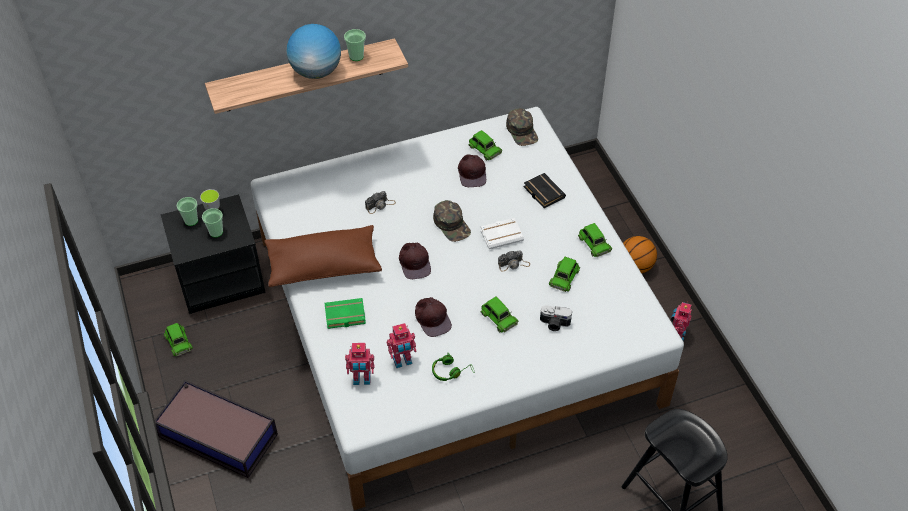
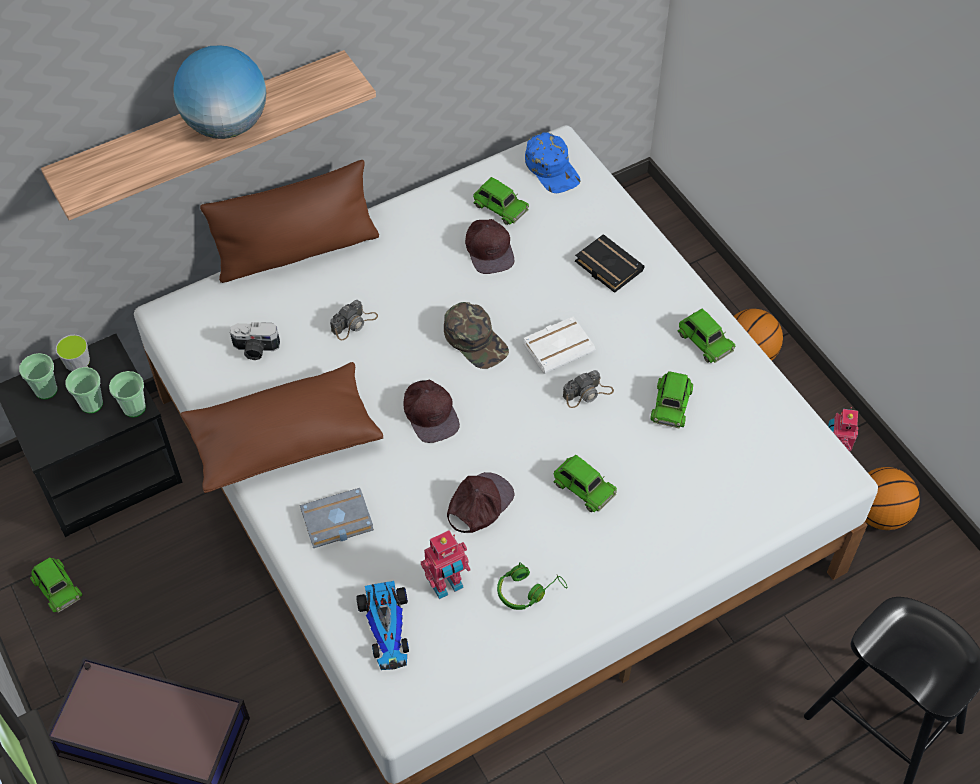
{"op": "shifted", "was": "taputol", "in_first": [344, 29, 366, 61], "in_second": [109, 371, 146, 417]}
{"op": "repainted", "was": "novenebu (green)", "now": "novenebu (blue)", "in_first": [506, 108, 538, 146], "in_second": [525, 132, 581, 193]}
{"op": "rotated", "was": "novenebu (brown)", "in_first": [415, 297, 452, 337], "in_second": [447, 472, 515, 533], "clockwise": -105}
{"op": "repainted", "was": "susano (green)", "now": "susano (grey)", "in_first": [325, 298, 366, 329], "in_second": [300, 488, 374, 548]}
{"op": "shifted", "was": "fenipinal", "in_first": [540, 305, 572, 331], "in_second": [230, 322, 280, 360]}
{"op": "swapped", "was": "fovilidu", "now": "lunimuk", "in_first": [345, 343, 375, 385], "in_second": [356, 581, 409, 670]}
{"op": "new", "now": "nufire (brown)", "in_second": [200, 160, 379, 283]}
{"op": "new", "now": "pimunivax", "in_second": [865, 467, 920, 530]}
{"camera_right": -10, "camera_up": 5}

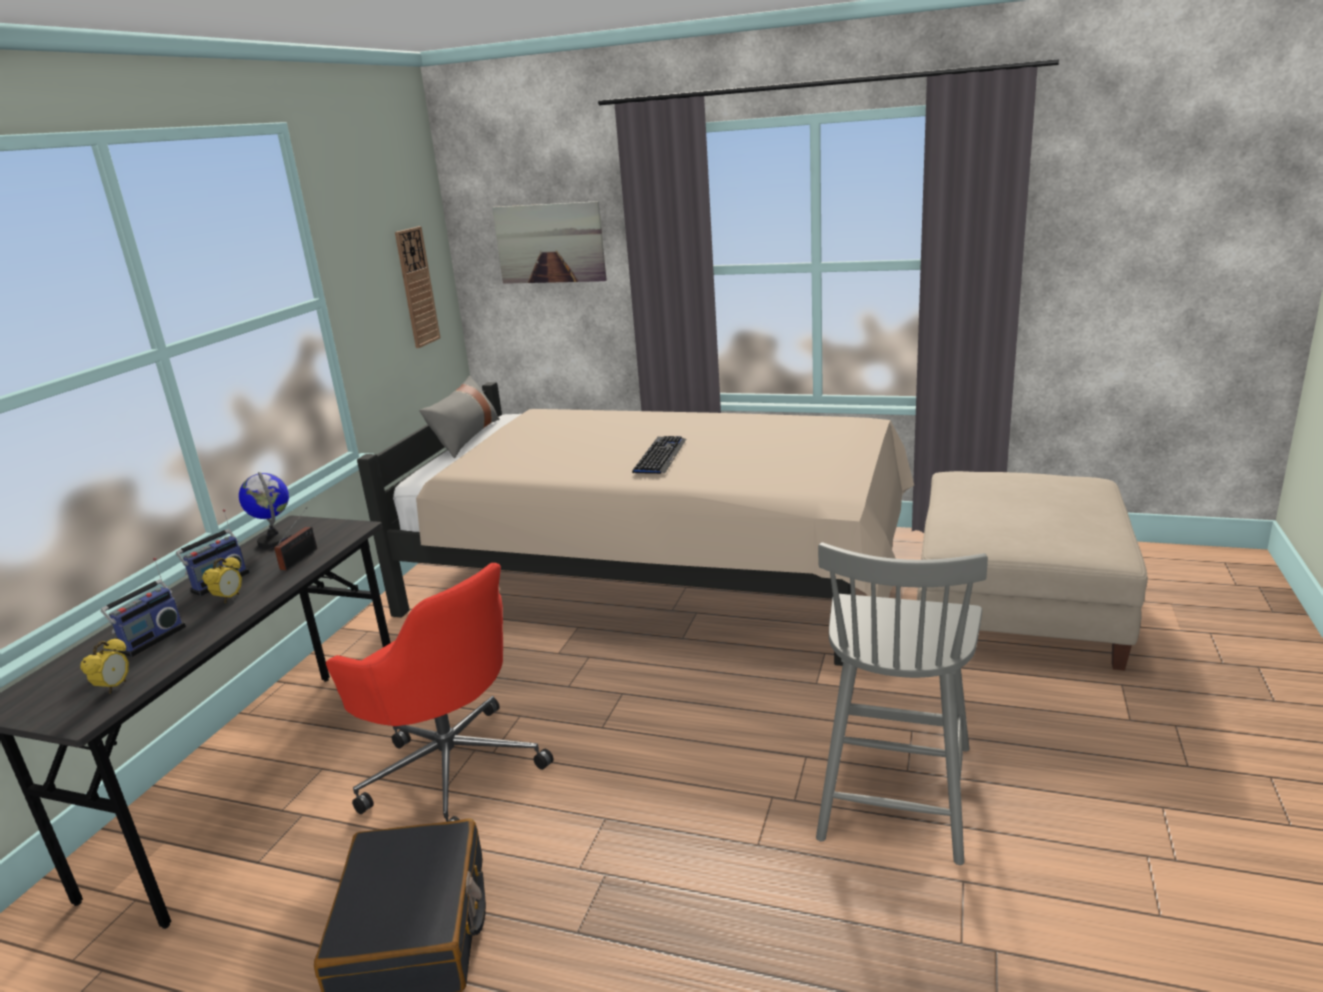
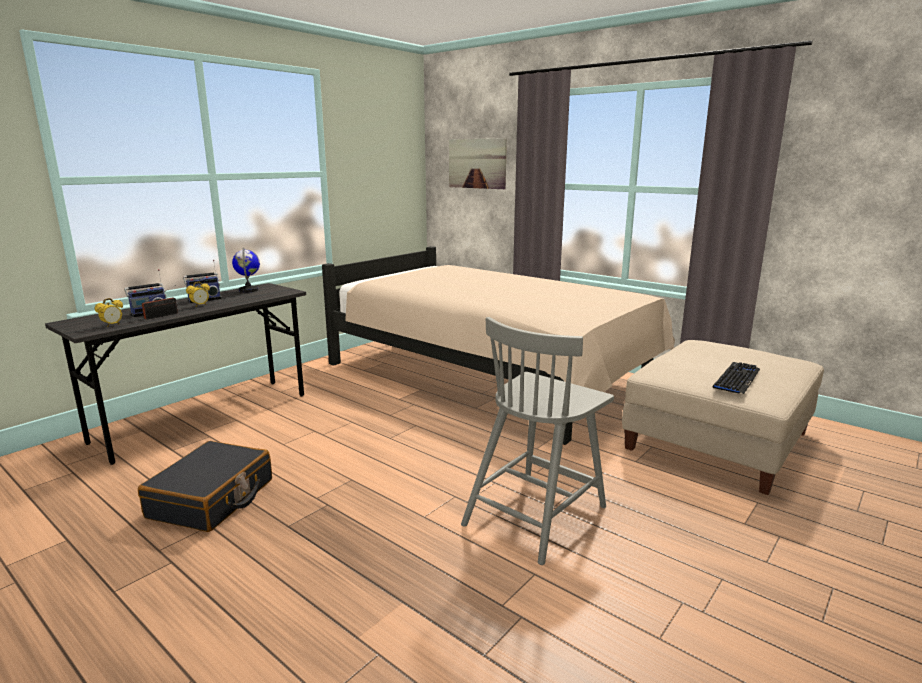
{"op": "gone", "was": "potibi", "in_first": [395, 226, 440, 348]}
{"op": "gone", "was": "nufire (grey)", "in_first": [419, 375, 500, 458]}
{"op": "shifted", "was": "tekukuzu", "in_first": [632, 436, 686, 474], "in_second": [712, 362, 760, 394]}
{"op": "shifted", "was": "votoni", "in_first": [274, 507, 317, 570], "in_second": [142, 285, 178, 320]}
{"op": "gone", "was": "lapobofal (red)", "in_first": [326, 563, 553, 822]}
{"camera_right": 20, "camera_up": -5}

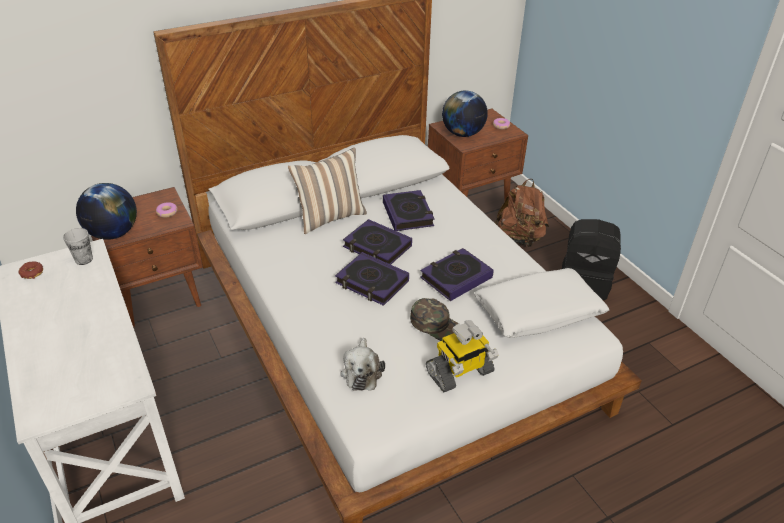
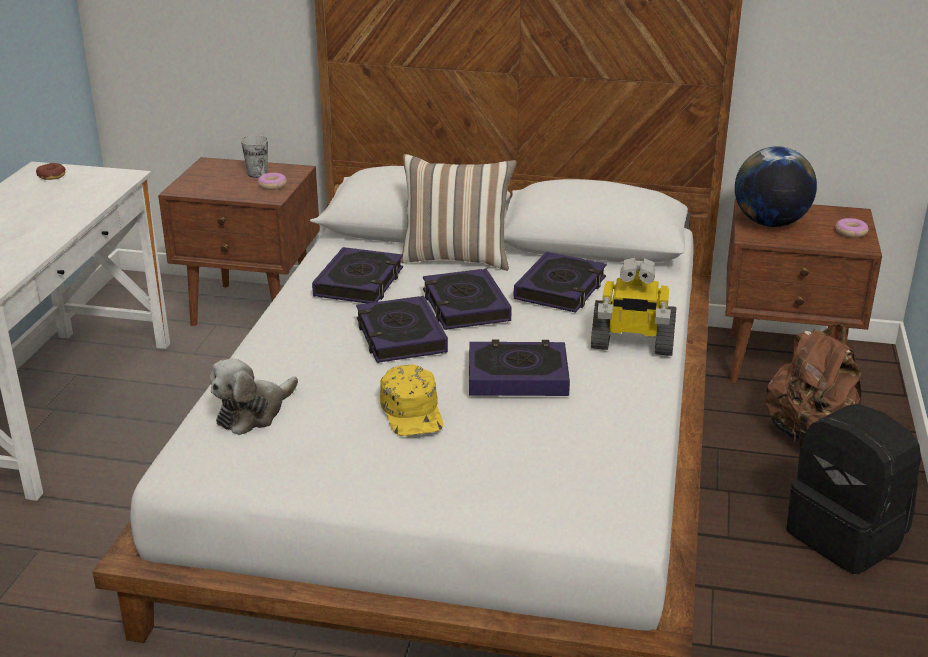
{"op": "gone", "was": "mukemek", "in_first": [76, 183, 137, 240]}
{"op": "shifted", "was": "taputol", "in_first": [63, 228, 93, 265], "in_second": [241, 135, 268, 178]}
{"op": "gone", "was": "nufire (white)", "in_first": [474, 268, 609, 338]}
{"op": "repainted", "was": "novenebu (green)", "now": "novenebu (yellow)", "in_first": [410, 298, 459, 341], "in_second": [380, 364, 444, 436]}
{"op": "shifted", "was": "fovilidu", "in_first": [426, 320, 499, 392], "in_second": [591, 258, 677, 356]}
{"op": "new", "now": "susano", "in_second": [312, 247, 403, 303]}
{"camera_right": 40, "camera_up": -10}

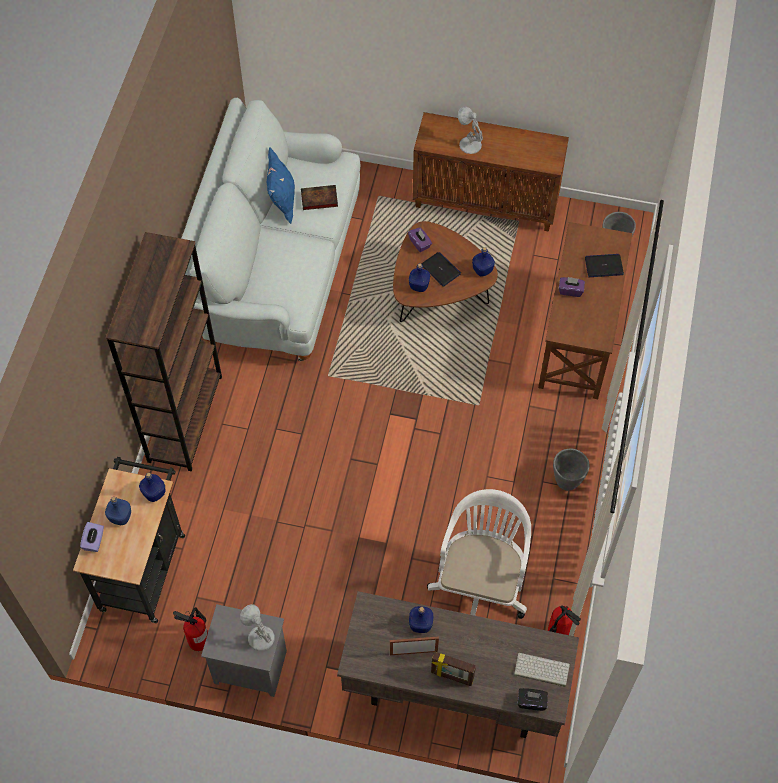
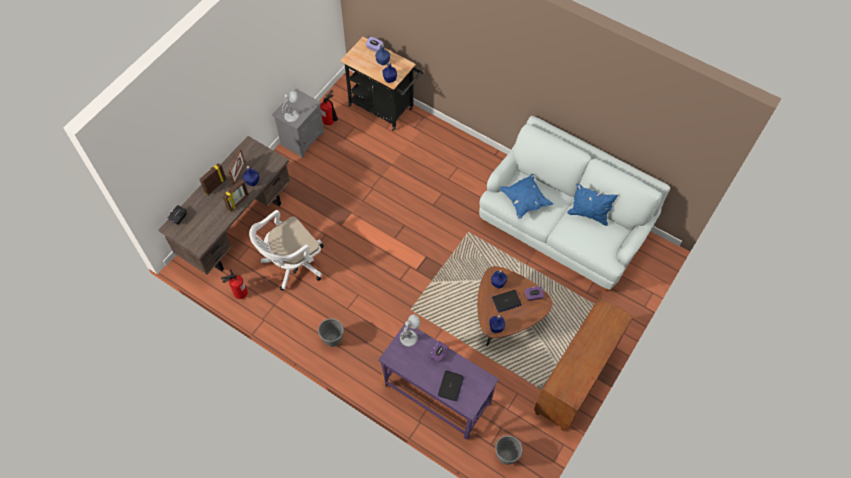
{"op": "shifted", "was": "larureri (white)", "in_first": [458, 106, 483, 154], "in_second": [400, 314, 420, 347]}
{"op": "gone", "was": "susano", "in_first": [301, 185, 338, 210]}
{"op": "repainted", "was": "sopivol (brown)", "now": "sopivol (purple)", "in_first": [538, 222, 632, 399], "in_second": [378, 324, 499, 440]}
{"op": "gone", "was": "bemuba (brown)", "in_first": [106, 232, 222, 472]}
{"op": "rotated", "was": "lapobofal (white)", "in_first": [427, 489, 531, 619], "in_second": [249, 210, 324, 290], "clockwise": 105}
{"op": "gone", "was": "tekukuzu", "in_first": [514, 653, 570, 687]}
{"op": "new", "now": "nufire (blue)", "in_second": [500, 174, 553, 219]}
{"op": "new", "now": "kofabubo", "in_second": [223, 179, 249, 212]}
{"camera_right": 110, "camera_up": 0}

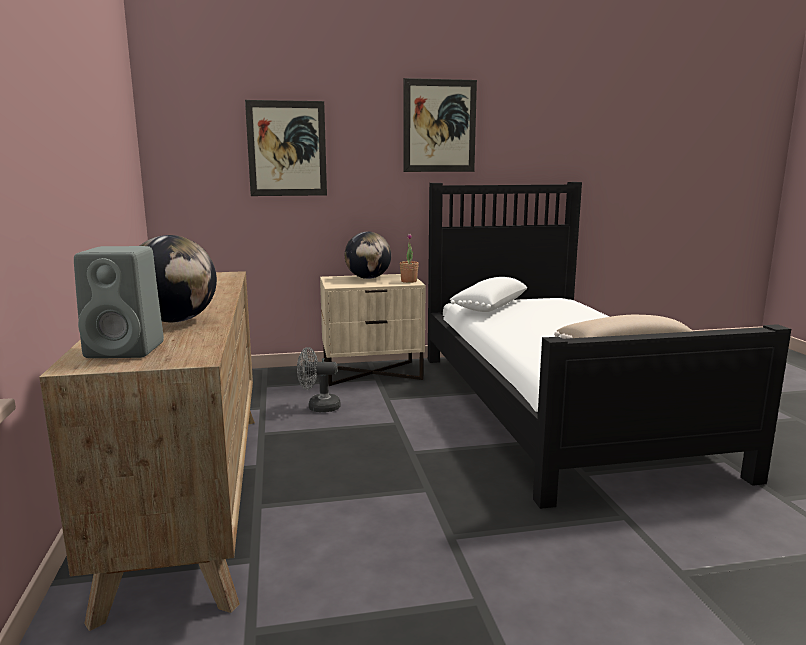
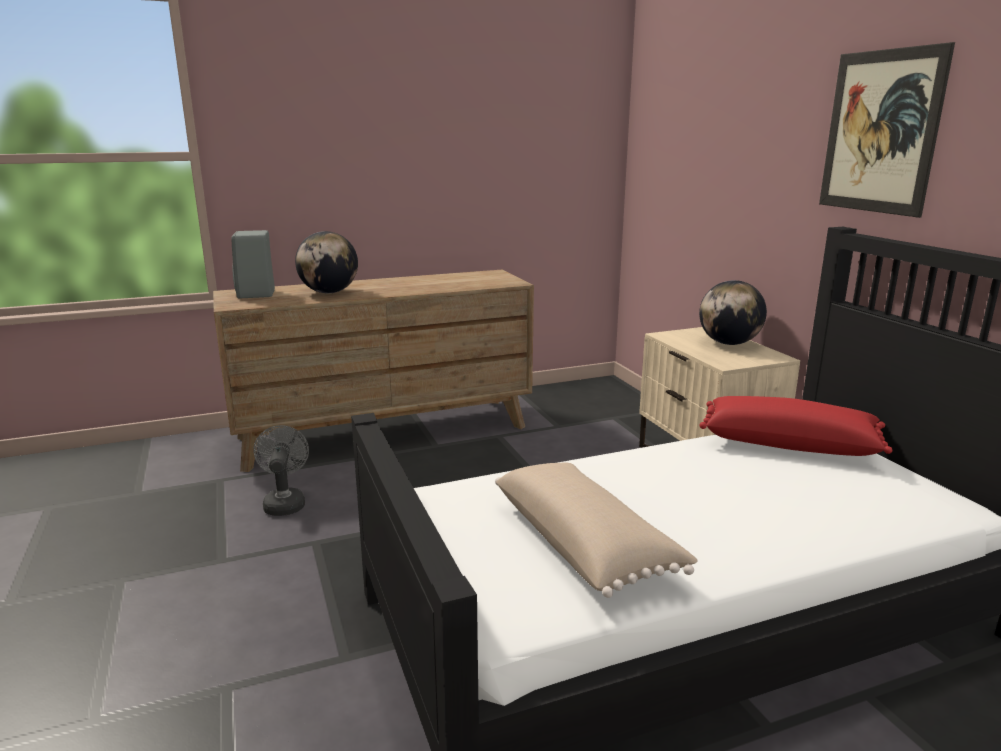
{"op": "gone", "was": "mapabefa", "in_first": [245, 100, 327, 196]}
{"op": "gone", "was": "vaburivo", "in_first": [400, 233, 419, 283]}
{"op": "repainted", "was": "nufire (white)", "now": "nufire (red)", "in_first": [449, 277, 527, 312], "in_second": [699, 396, 892, 456]}
{"op": "shifted", "was": "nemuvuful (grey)", "in_first": [297, 347, 340, 412], "in_second": [253, 425, 309, 516]}
{"camera_right": 80, "camera_up": 5}

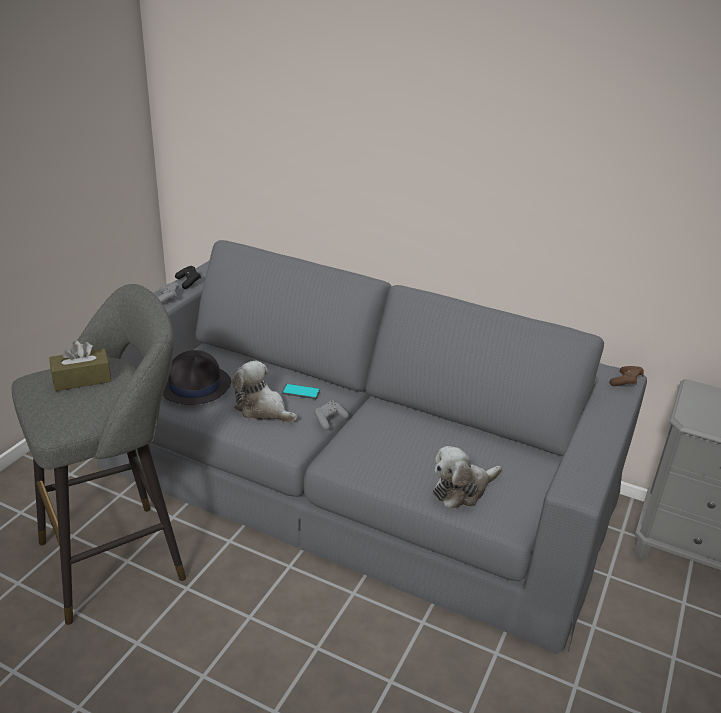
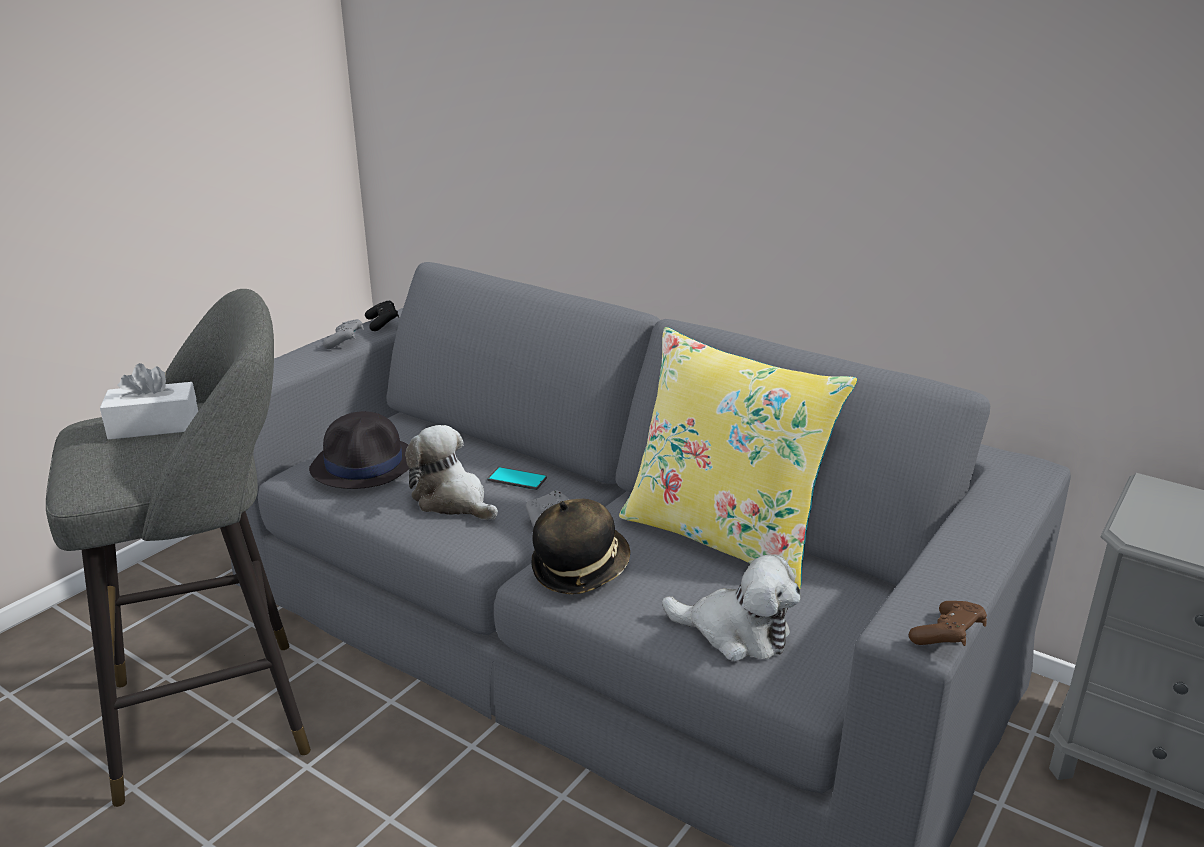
{"op": "repainted", "was": "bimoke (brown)", "now": "bimoke (white)", "in_first": [49, 341, 111, 391], "in_second": [100, 363, 198, 440]}
{"op": "shifted", "was": "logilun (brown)", "in_first": [609, 366, 644, 386], "in_second": [909, 601, 987, 646]}
{"op": "rotated", "was": "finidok", "in_first": [433, 446, 502, 509], "in_second": [662, 555, 801, 661], "clockwise": -135}
{"op": "new", "now": "nufire (yellow)", "in_second": [619, 327, 857, 589]}
{"op": "new", "now": "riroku", "in_second": [531, 499, 630, 594]}
{"camera_right": 10, "camera_up": -5}

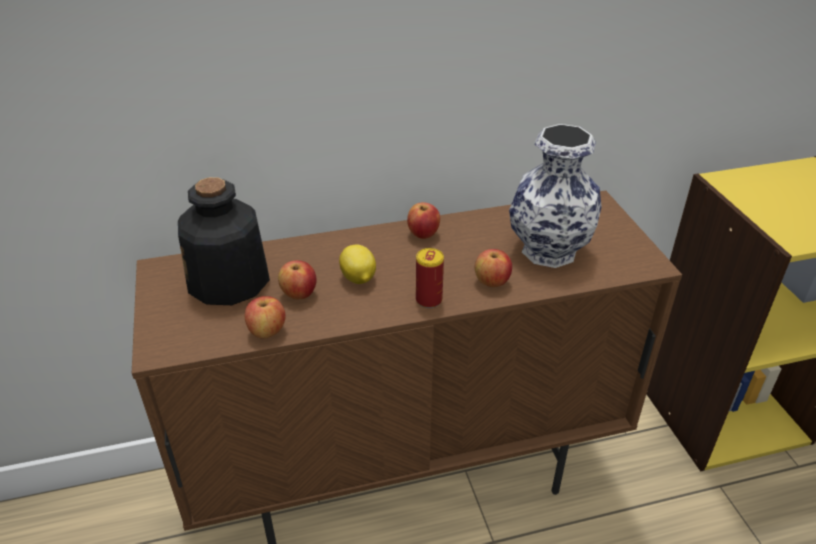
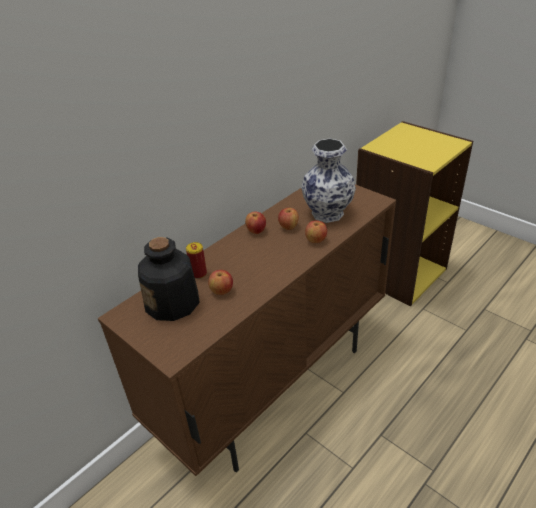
{"op": "gone", "was": "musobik", "in_first": [339, 245, 376, 284]}
{"op": "shifted", "was": "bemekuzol", "in_first": [416, 248, 444, 308], "in_second": [186, 242, 207, 279]}
{"op": "shifted", "was": "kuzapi", "in_first": [245, 296, 286, 339], "in_second": [278, 208, 299, 230]}
{"camera_right": -30, "camera_up": 0}

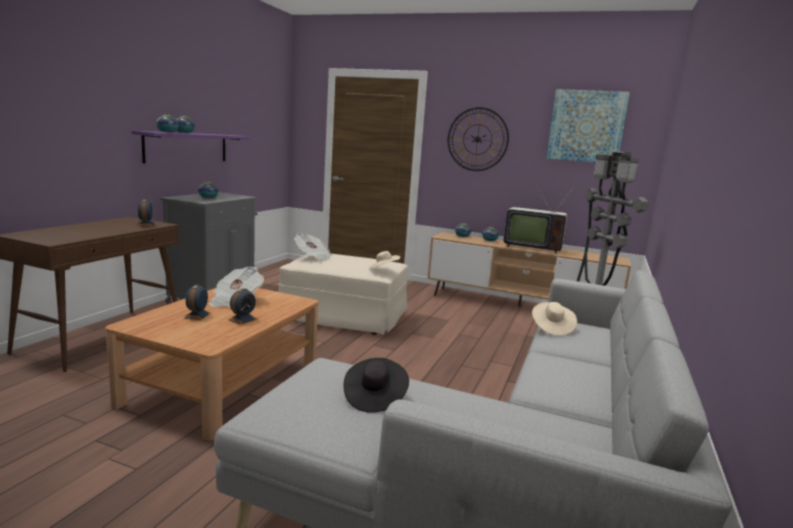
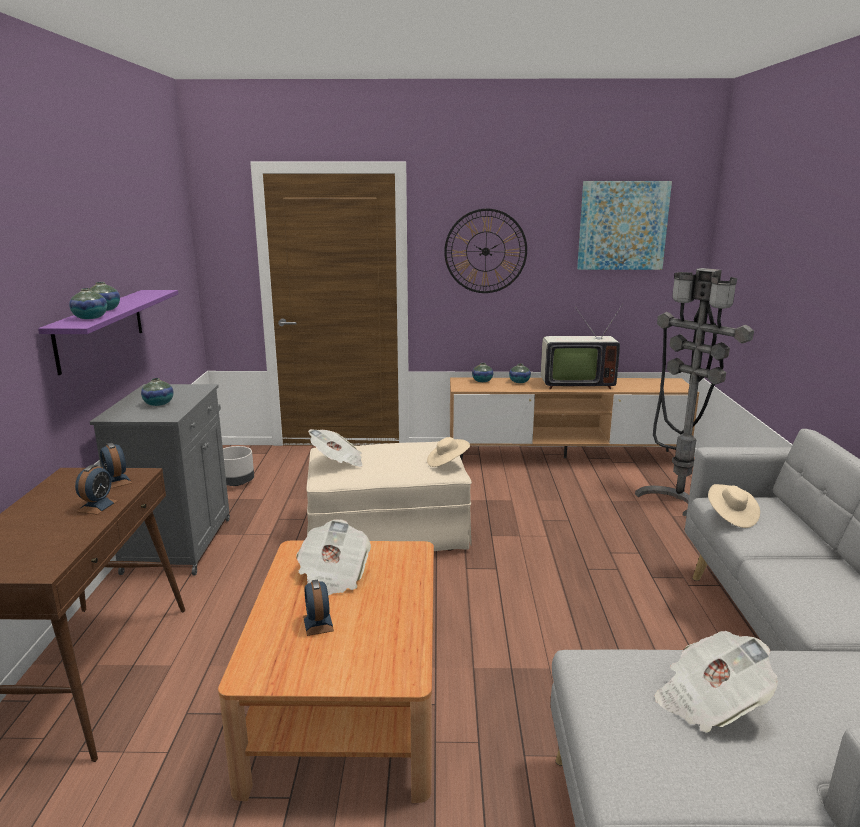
{"op": "shifted", "was": "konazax", "in_first": [228, 288, 257, 325], "in_second": [75, 465, 118, 515]}
{"op": "swapped", "was": "riroku (black)", "now": "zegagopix", "in_first": [343, 358, 409, 413], "in_second": [655, 631, 778, 733]}
{"op": "new", "now": "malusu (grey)", "in_second": [223, 446, 254, 486]}
{"camera_right": -20, "camera_up": 5}

